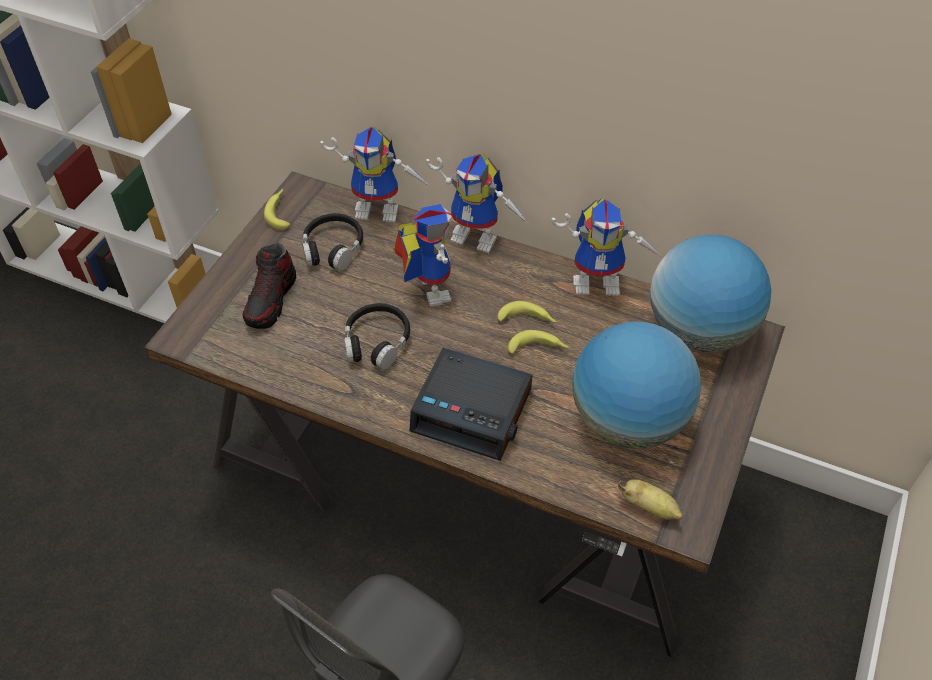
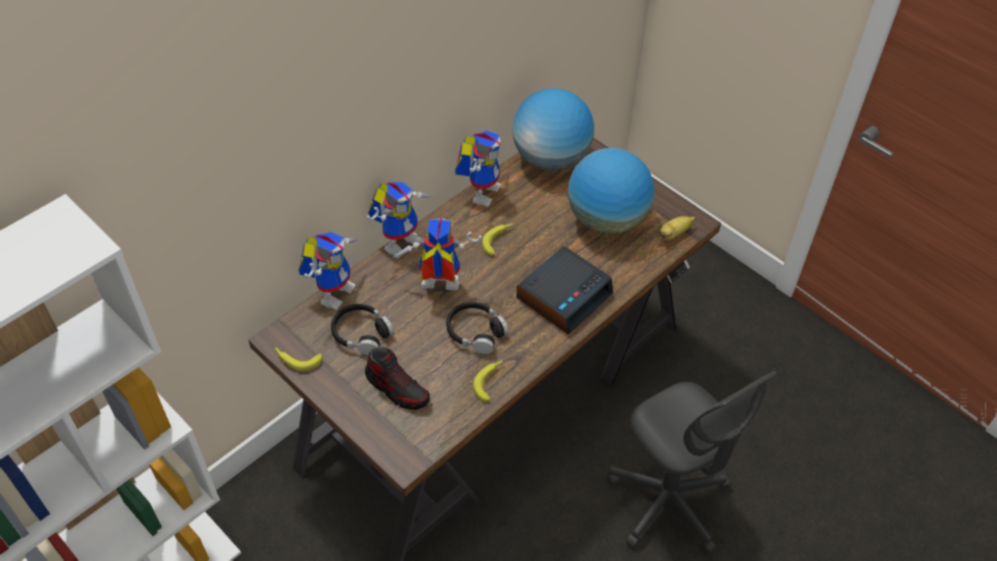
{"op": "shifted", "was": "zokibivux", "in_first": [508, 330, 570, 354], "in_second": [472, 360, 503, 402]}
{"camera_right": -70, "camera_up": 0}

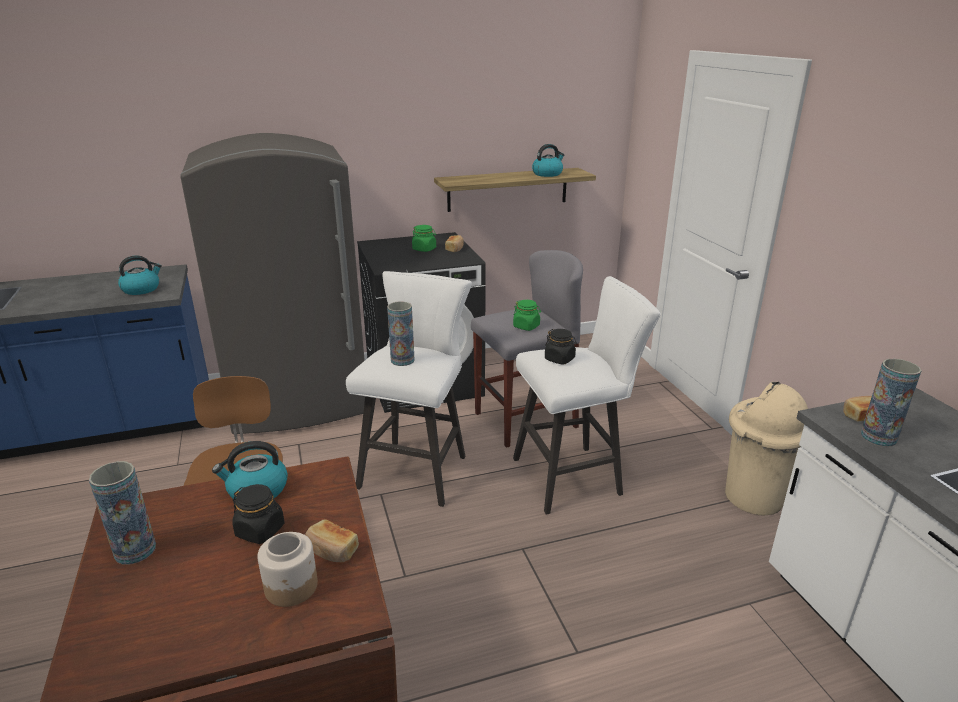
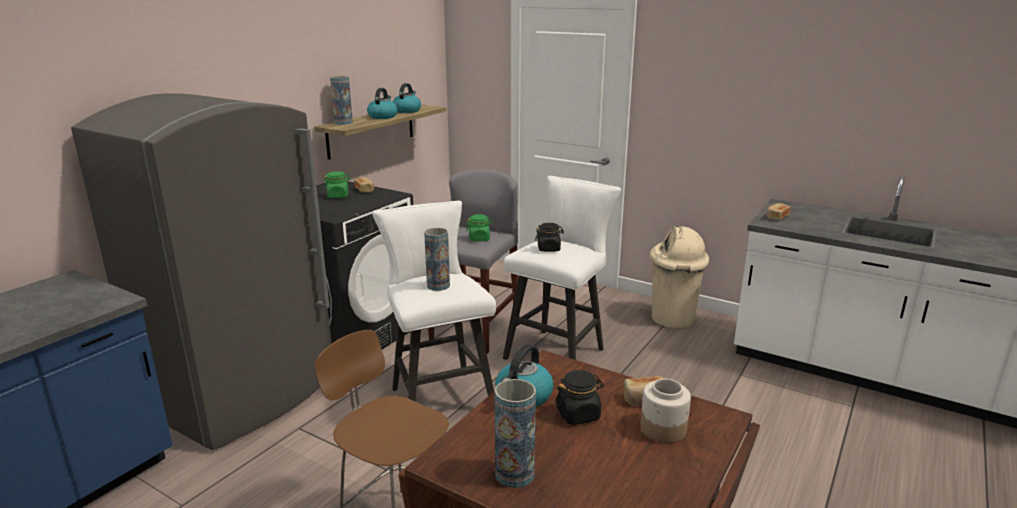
{"op": "shifted", "was": "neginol", "in_first": [118, 255, 162, 295], "in_second": [367, 88, 398, 119]}
{"op": "shifted", "was": "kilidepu", "in_first": [861, 358, 922, 447], "in_second": [330, 76, 353, 125]}
{"camera_right": -40, "camera_up": -5}

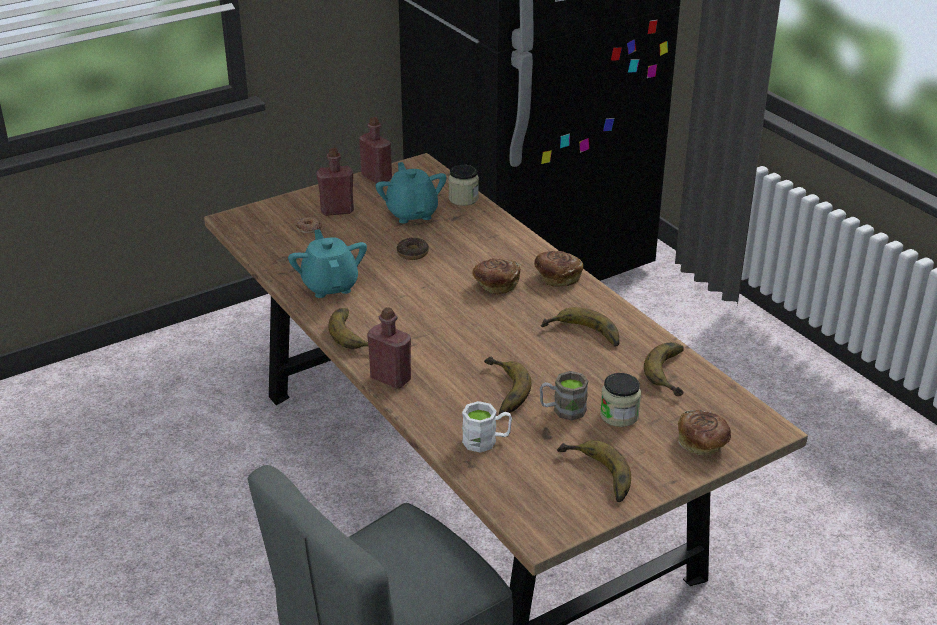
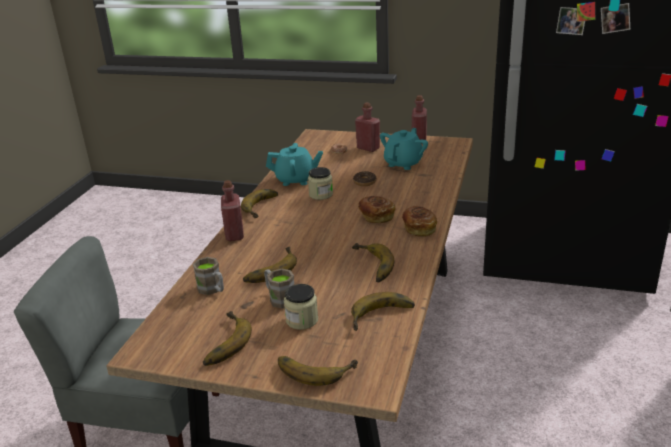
{"op": "shifted", "was": "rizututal", "in_first": [448, 165, 479, 206], "in_second": [308, 167, 333, 200]}
{"op": "rotated", "was": "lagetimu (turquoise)", "in_first": [288, 229, 367, 298], "in_second": [266, 143, 323, 186], "clockwise": 60}
{"op": "repainted", "was": "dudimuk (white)", "now": "dudimuk (brown)", "in_first": [462, 401, 512, 453], "in_second": [193, 257, 224, 295]}
{"op": "swapped", "was": "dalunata", "now": "zokibivux", "in_first": [678, 410, 731, 455], "in_second": [278, 356, 358, 386]}
{"camera_right": 50, "camera_up": -5}

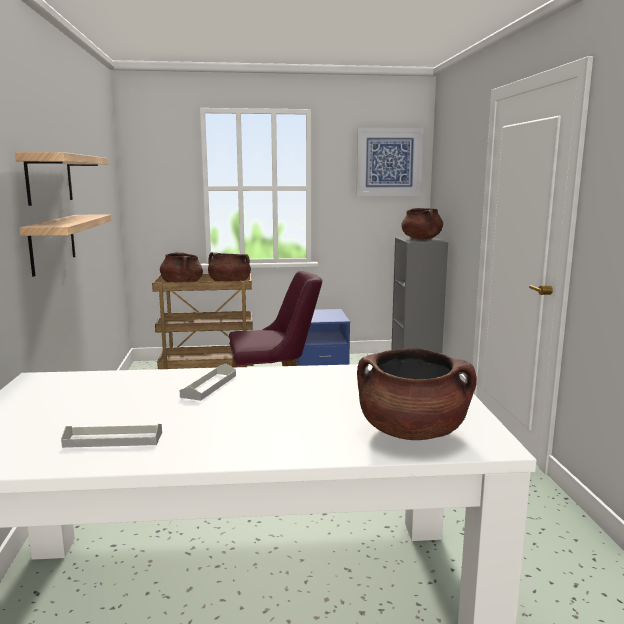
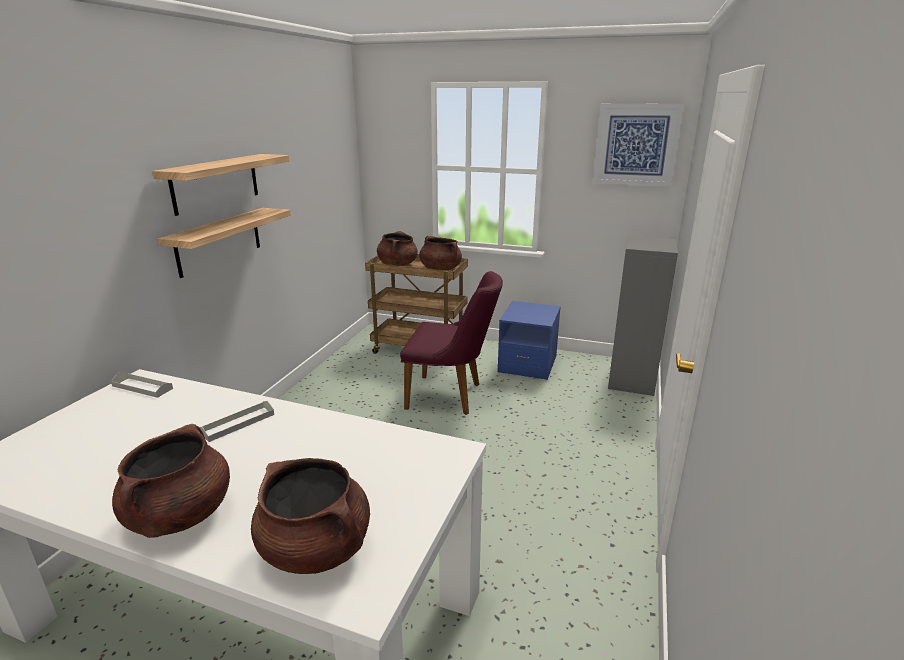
{"op": "shifted", "was": "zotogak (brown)", "in_first": [401, 208, 443, 240], "in_second": [112, 424, 230, 538]}
{"op": "shifted", "was": "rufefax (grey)", "in_first": [61, 424, 162, 448], "in_second": [111, 373, 173, 398]}
{"camera_right": 25, "camera_up": 10}

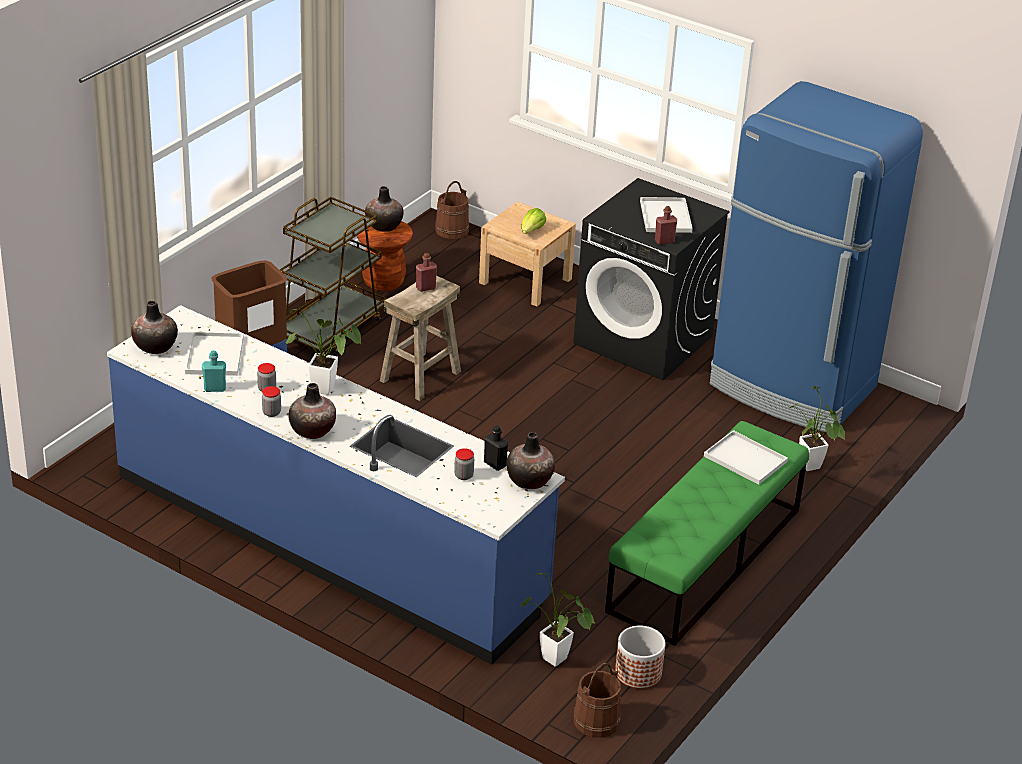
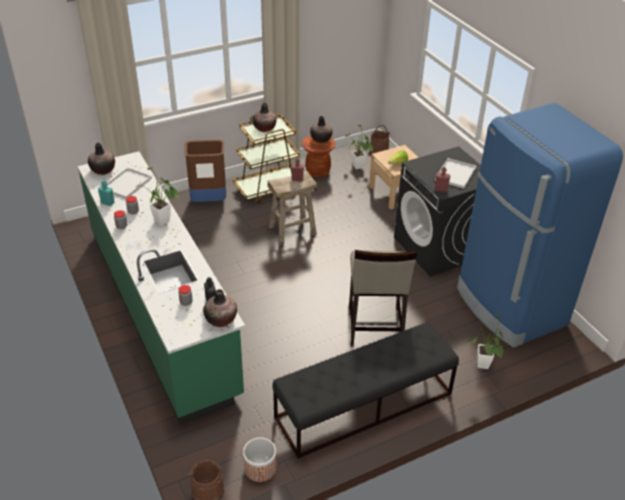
{"op": "repainted", "was": "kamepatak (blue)", "now": "kamepatak (green)", "in_first": [107, 305, 565, 665], "in_second": [78, 151, 245, 425]}
{"op": "shifted", "was": "kilidepu", "in_first": [288, 383, 336, 439], "in_second": [252, 103, 277, 132]}
{"op": "repainted", "was": "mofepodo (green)", "now": "mofepodo (black)", "in_first": [605, 421, 809, 646], "in_second": [272, 322, 459, 459]}
{"op": "gone", "was": "rufefax (white)", "in_first": [704, 430, 788, 485]}
{"op": "shifted", "was": "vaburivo", "in_first": [521, 572, 595, 667], "in_second": [346, 125, 373, 169]}
{"op": "new", "now": "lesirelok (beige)", "in_second": [349, 250, 417, 347]}
{"camera_right": 30, "camera_up": 5}

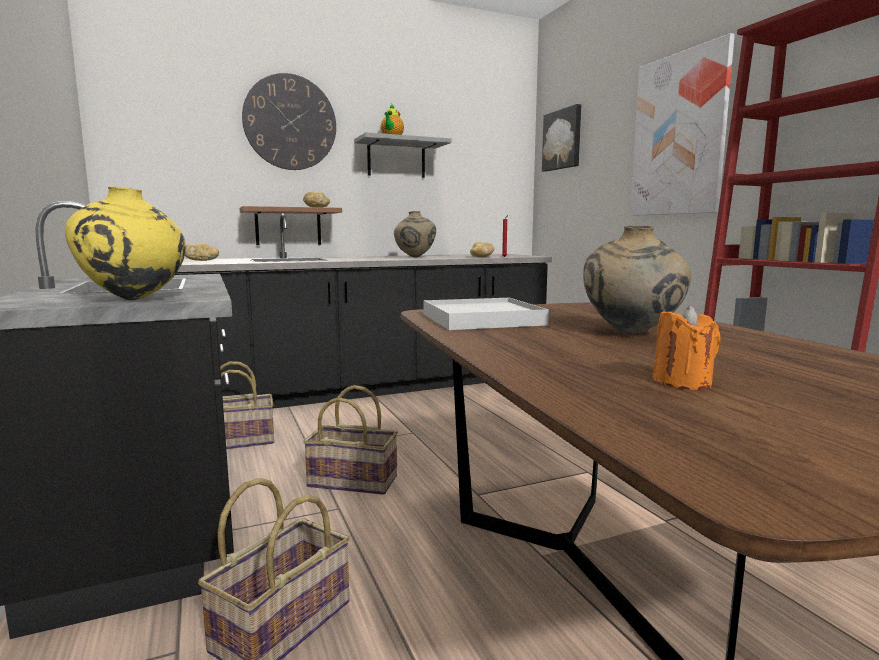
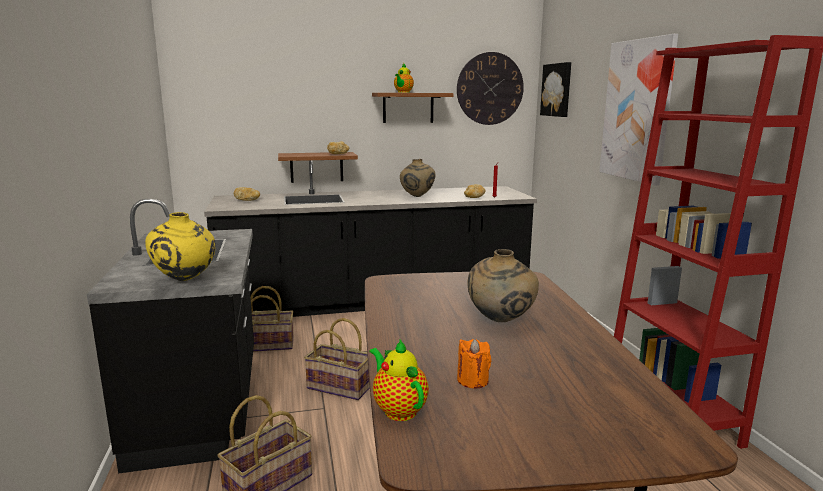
{"op": "shifted", "was": "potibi", "in_first": [242, 73, 336, 170], "in_second": [457, 52, 524, 125]}
{"op": "repainted", "was": "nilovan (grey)", "now": "nilovan (brown)", "in_first": [354, 132, 451, 178], "in_second": [372, 93, 454, 123]}
{"op": "gone", "was": "rufefax (white)", "in_first": [423, 298, 549, 330]}
{"op": "new", "now": "lagetimu", "in_second": [369, 340, 429, 421]}
{"camera_right": 10, "camera_up": 5}

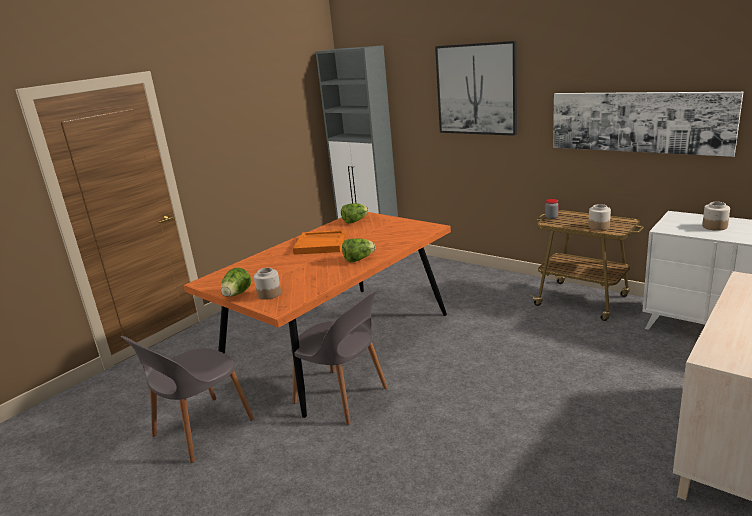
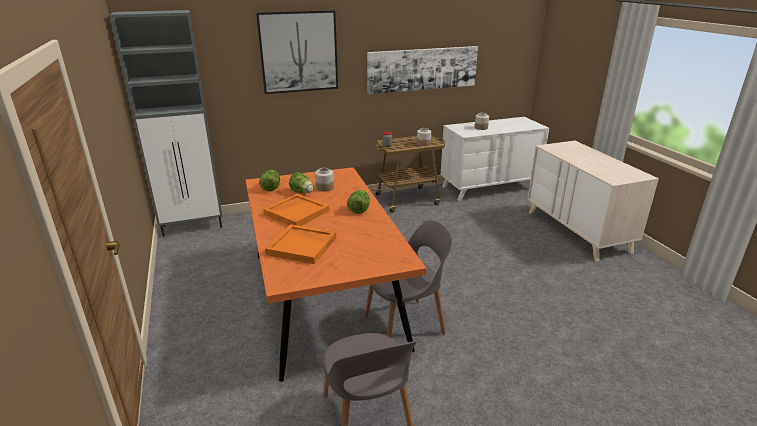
{"op": "shifted", "was": "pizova", "in_first": [221, 267, 251, 297], "in_second": [289, 172, 313, 193]}
{"op": "shifted", "was": "rizututal", "in_first": [254, 268, 281, 300], "in_second": [315, 168, 334, 191]}
{"op": "new", "now": "rufefax (orange)", "in_second": [265, 224, 336, 264]}
{"camera_right": -60, "camera_up": 5}

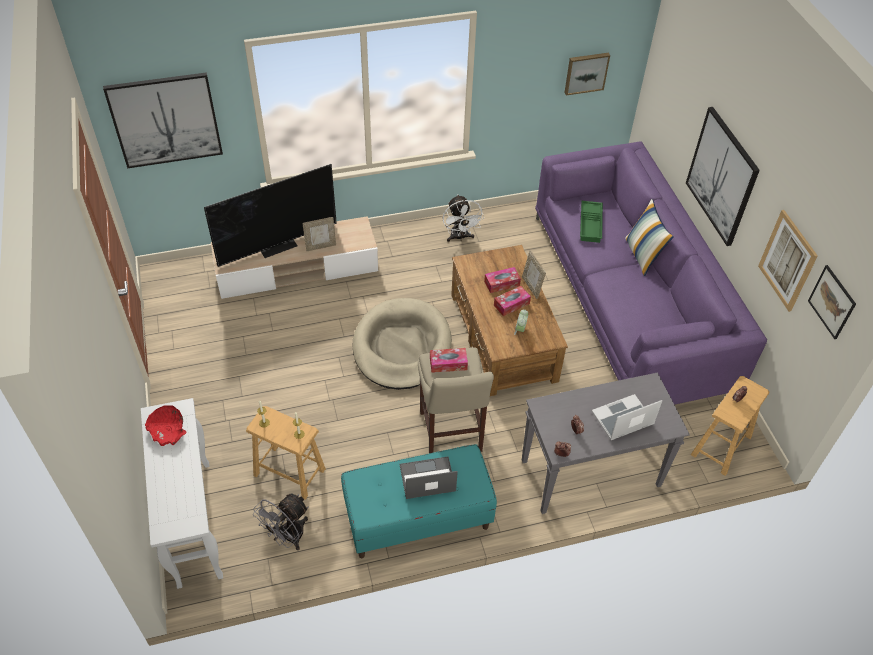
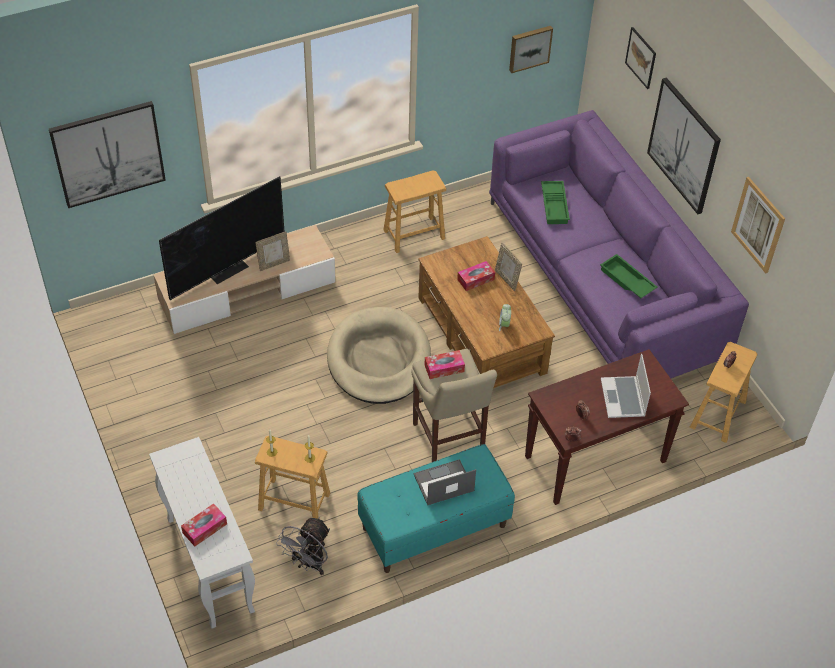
{"op": "swapped", "was": "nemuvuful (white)", "now": "lesirelok (brown)", "in_first": [443, 194, 484, 242], "in_second": [383, 170, 446, 253]}
{"op": "gone", "was": "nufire", "in_first": [625, 199, 674, 276]}
{"op": "shifted", "was": "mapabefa", "in_first": [808, 265, 856, 339], "in_second": [625, 27, 656, 89]}
{"op": "shifted", "was": "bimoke", "in_first": [494, 286, 531, 316], "in_second": [181, 504, 227, 546]}
{"op": "repainted", "was": "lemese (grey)", "now": "lemese (brown)", "in_first": [522, 373, 690, 514], "in_second": [525, 349, 689, 505]}
{"op": "rotated", "was": "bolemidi", "in_first": [592, 394, 662, 440], "in_second": [601, 354, 651, 418], "clockwise": -60}
{"op": "gone", "was": "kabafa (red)", "in_first": [145, 405, 187, 446]}
{"op": "new", "now": "rufefax (green)", "in_second": [600, 254, 658, 298]}
{"camera_right": -10, "camera_up": 0}

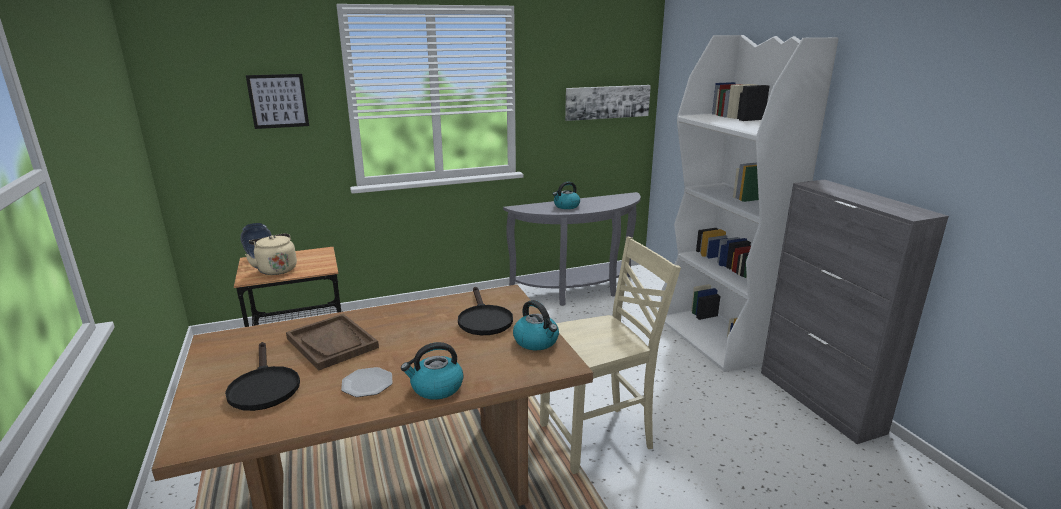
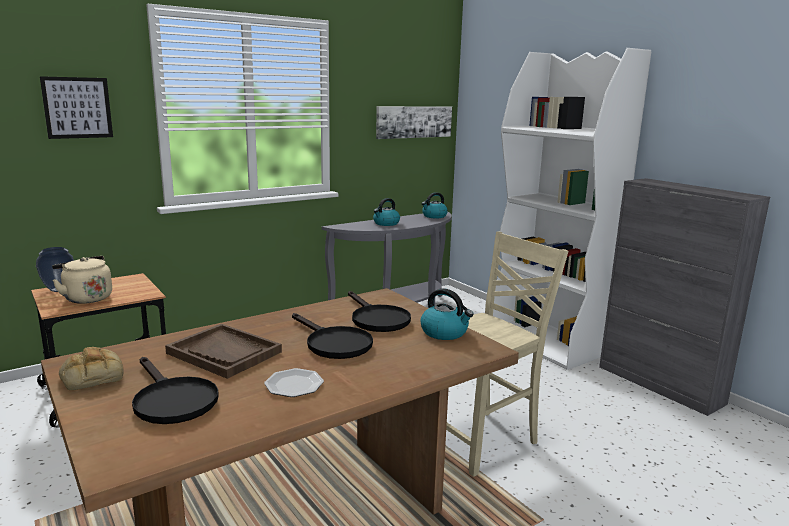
{"op": "shifted", "was": "neginol", "in_first": [401, 342, 463, 400], "in_second": [422, 192, 448, 218]}
{"op": "new", "now": "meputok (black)", "in_second": [292, 313, 373, 359]}
{"op": "new", "now": "dalunata", "in_second": [59, 347, 123, 390]}
{"camera_right": -15, "camera_up": -5}

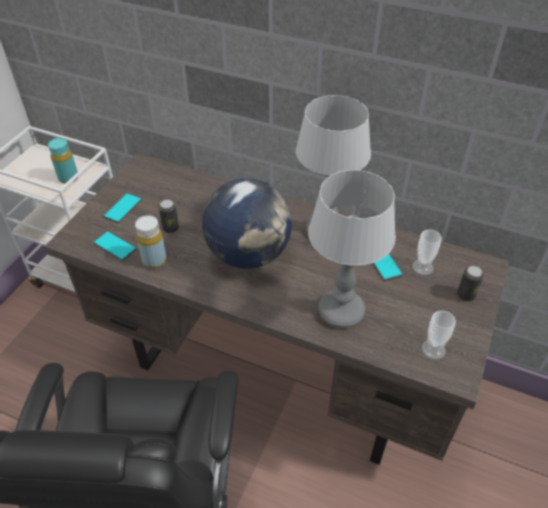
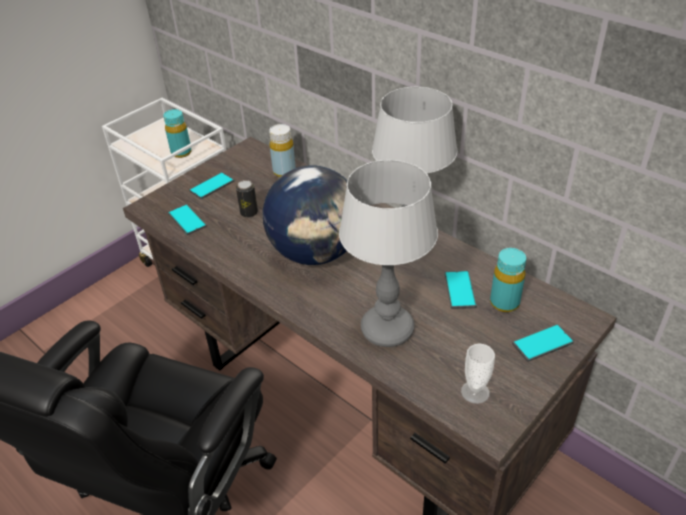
{"op": "shifted", "was": "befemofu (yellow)", "in_first": [135, 215, 166, 268], "in_second": [269, 124, 296, 177]}
{"op": "swapped", "was": "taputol", "now": "befemofu (turquoise)", "in_first": [412, 229, 442, 275], "in_second": [490, 248, 526, 312]}
{"op": "swapped", "was": "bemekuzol", "now": "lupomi", "in_first": [457, 266, 484, 301], "in_second": [512, 324, 574, 362]}
{"camera_right": 20, "camera_up": -5}

